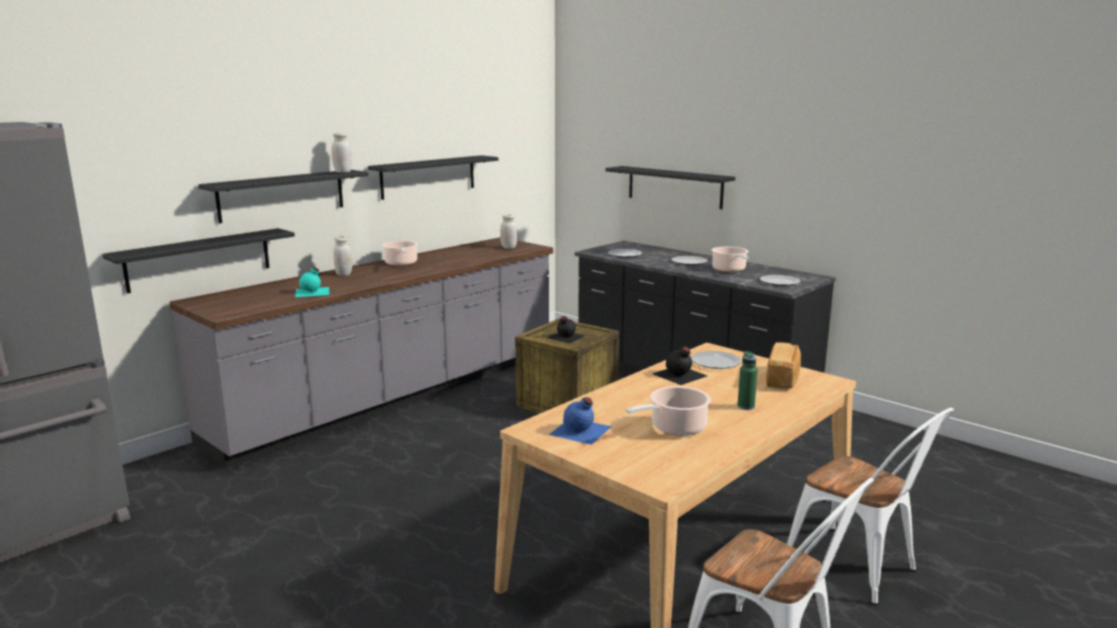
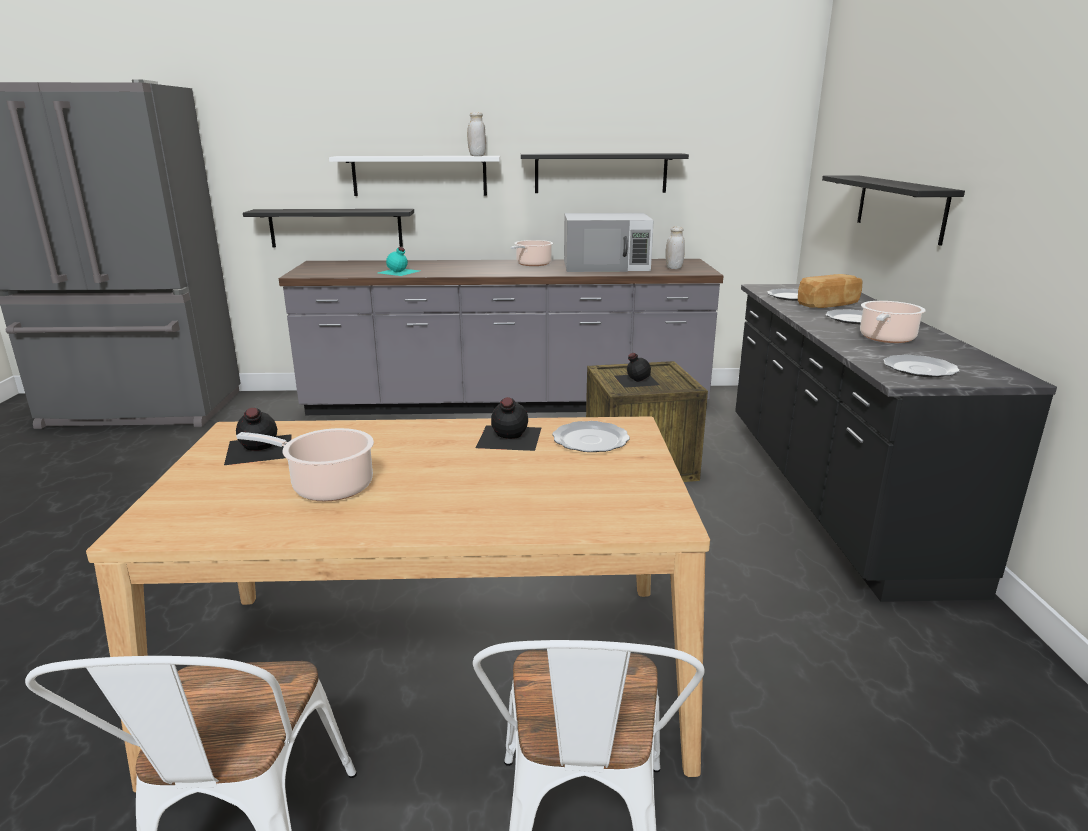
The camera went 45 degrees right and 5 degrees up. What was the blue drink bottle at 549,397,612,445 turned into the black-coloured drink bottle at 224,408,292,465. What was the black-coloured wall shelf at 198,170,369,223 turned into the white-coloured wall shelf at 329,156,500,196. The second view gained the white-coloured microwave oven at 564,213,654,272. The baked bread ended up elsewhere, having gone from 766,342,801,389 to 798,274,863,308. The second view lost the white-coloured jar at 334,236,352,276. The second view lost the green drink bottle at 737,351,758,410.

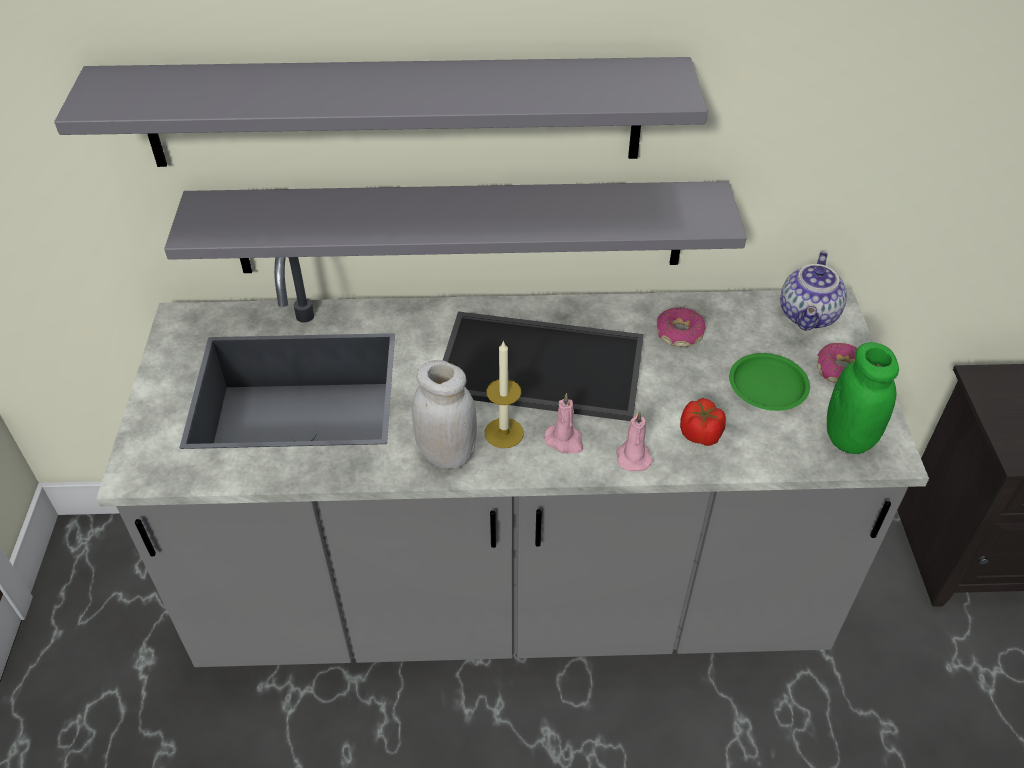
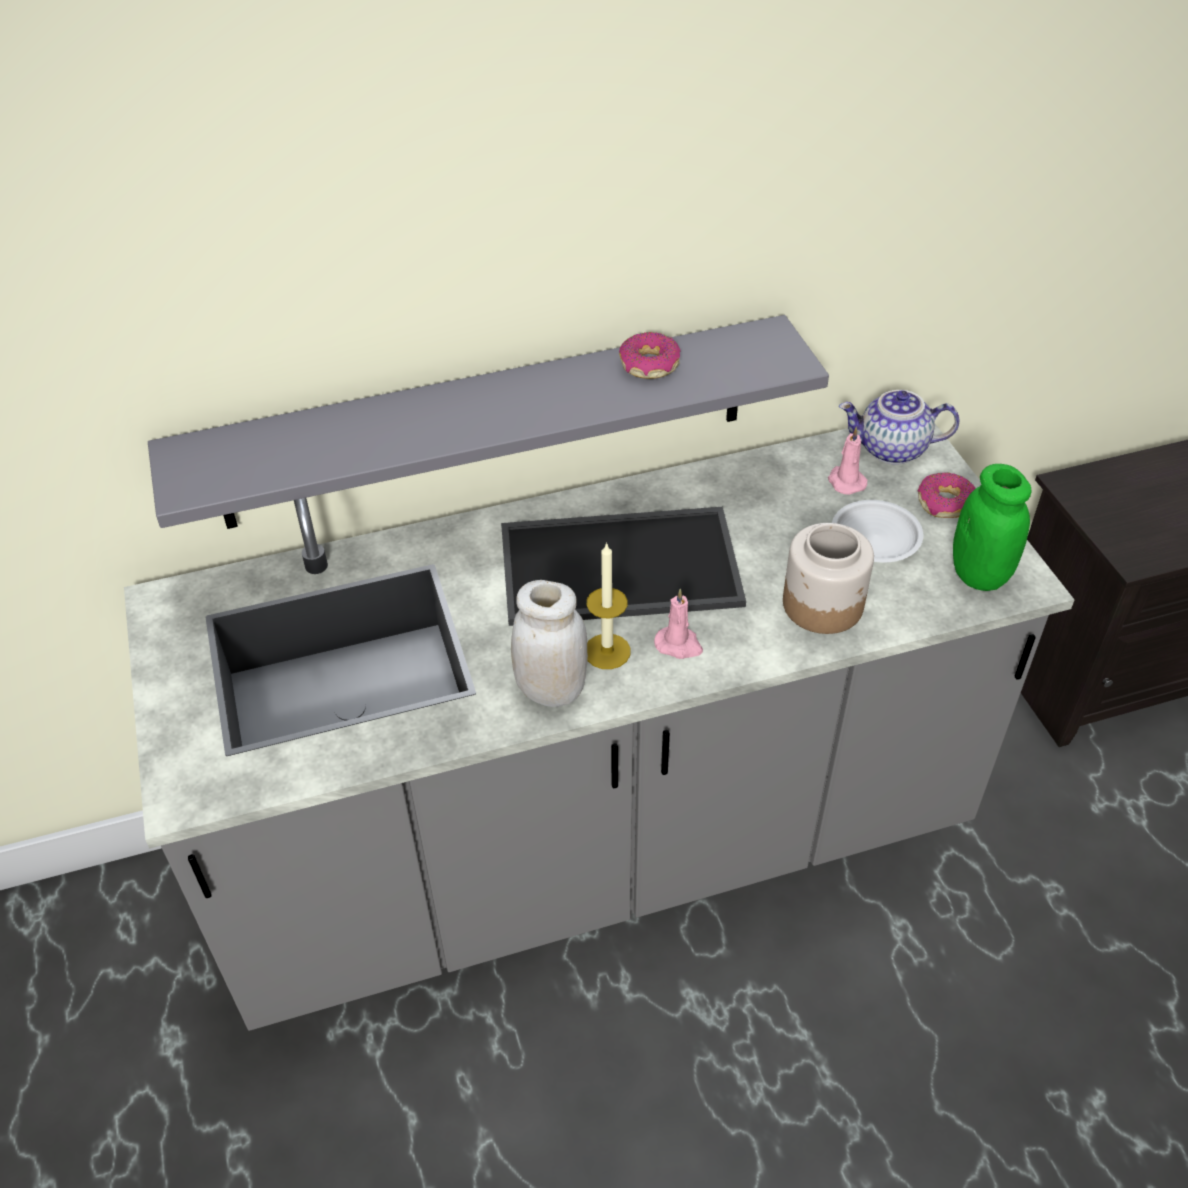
The camera went 15 degrees left and 0 degrees up. The ring doughnut ended up elsewhere, having gone from 657,307,706,347 to 619,332,681,379. Where the fresh tomato stood at 680,398,726,446, the jar came to stand at 783,523,874,634. The pink wax candle ended up elsewhere, having gone from 616,411,653,472 to 828,426,868,495. What was the green plate at 729,353,810,411 turned into the white-coloured plate at 832,500,923,562. The teapot at 780,252,847,330 ended up facing another way, 90 degrees clockwise from before. The second view lost the grey wall shelf at 54,57,708,167.

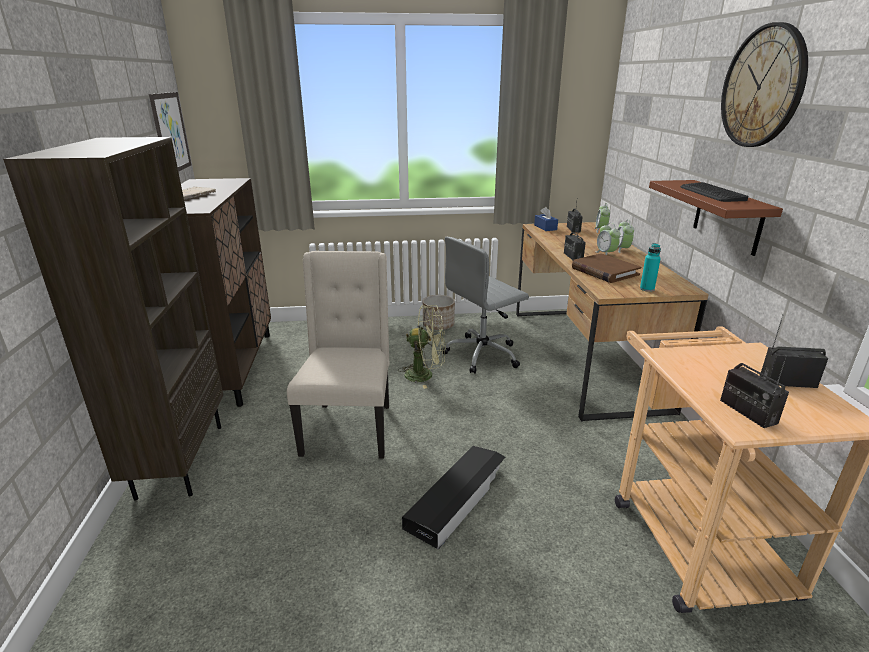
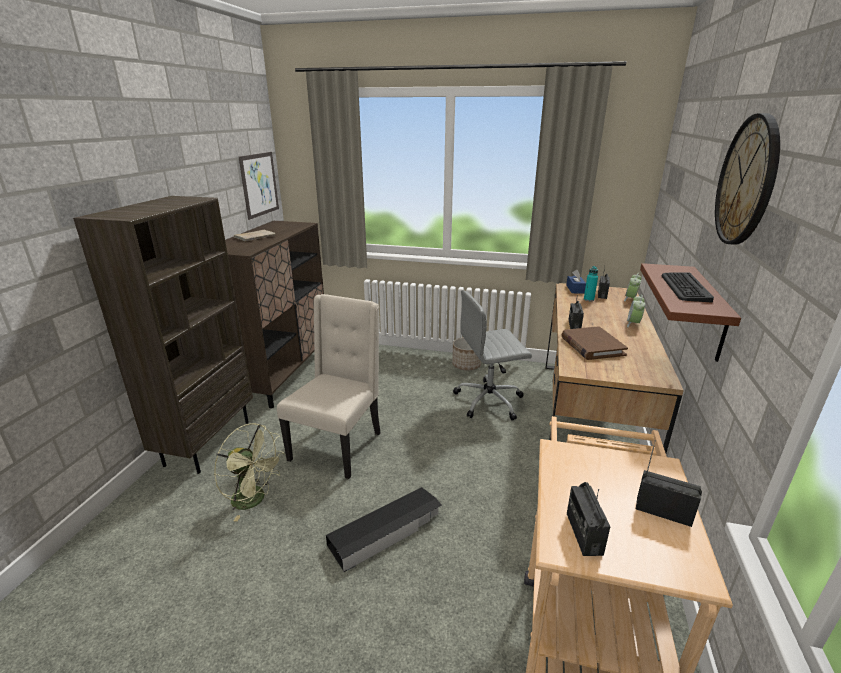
The camera went 20 degrees right and 0 degrees up. The green cooling fan ended up elsewhere, having gone from 398,305,446,389 to 214,423,285,522. The turquoise drink bottle ended up elsewhere, having gone from 640,243,661,292 to 584,266,598,301. The second view lost the table clock at 595,223,621,255.

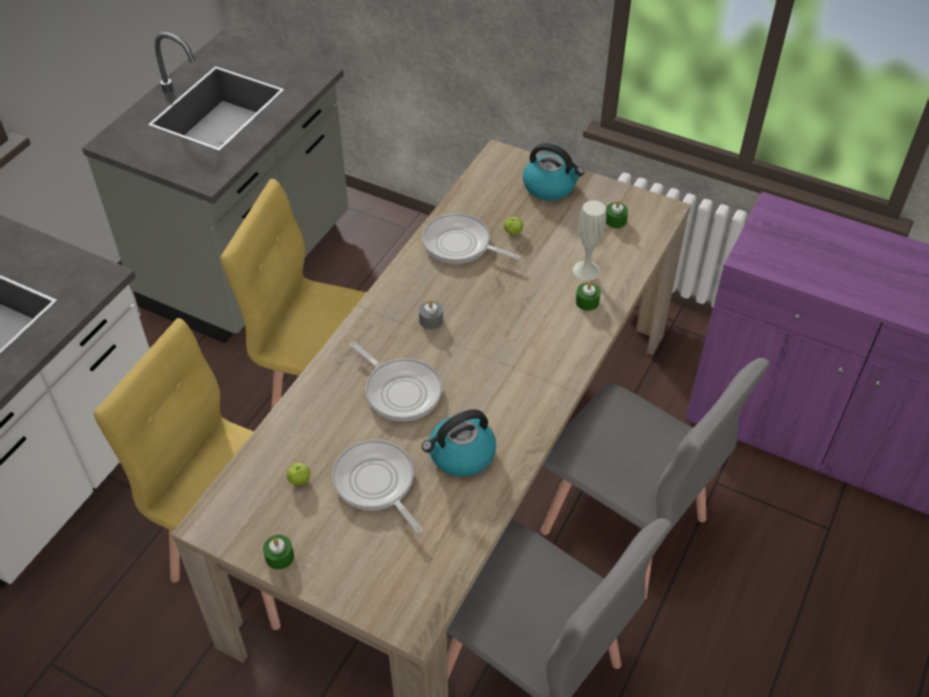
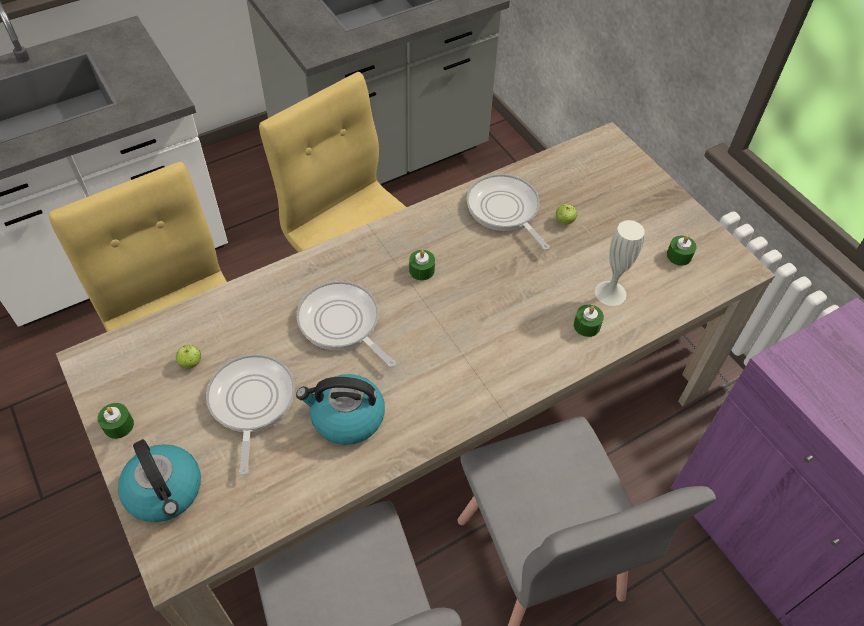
The camera went 30 degrees right and 5 degrees up. The kettle ended up elsewhere, having gone from 523,143,585,201 to 118,439,201,522. The skillet at 350,342,442,422 ended up facing another way, 150 degrees clockwise from before. What was the grey wax candle at 419,300,443,329 turned into the green wax candle at 409,250,435,281.

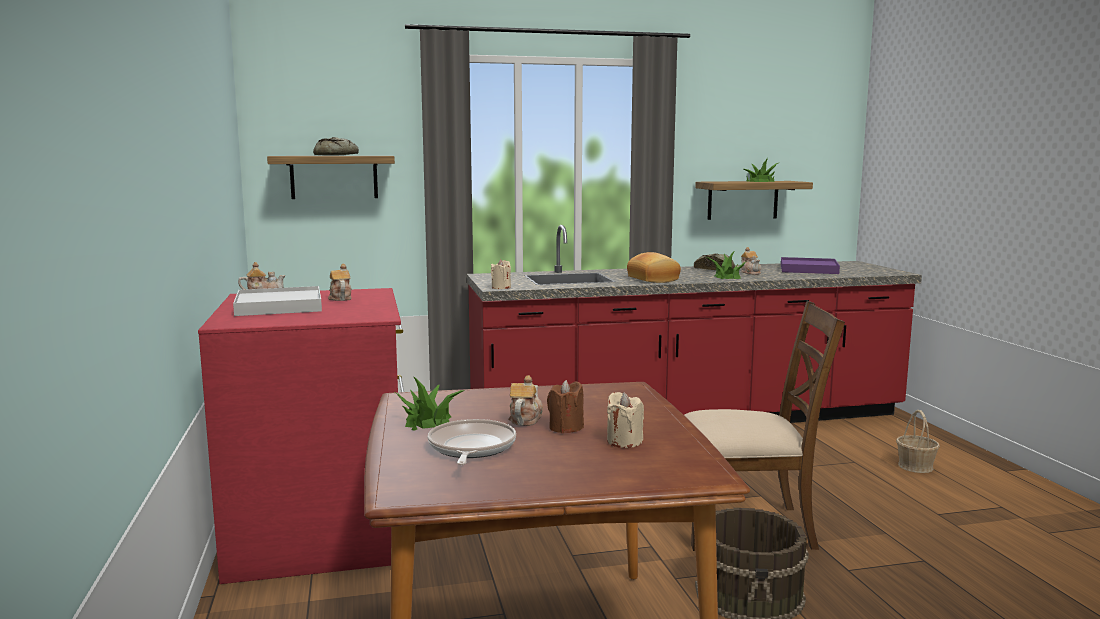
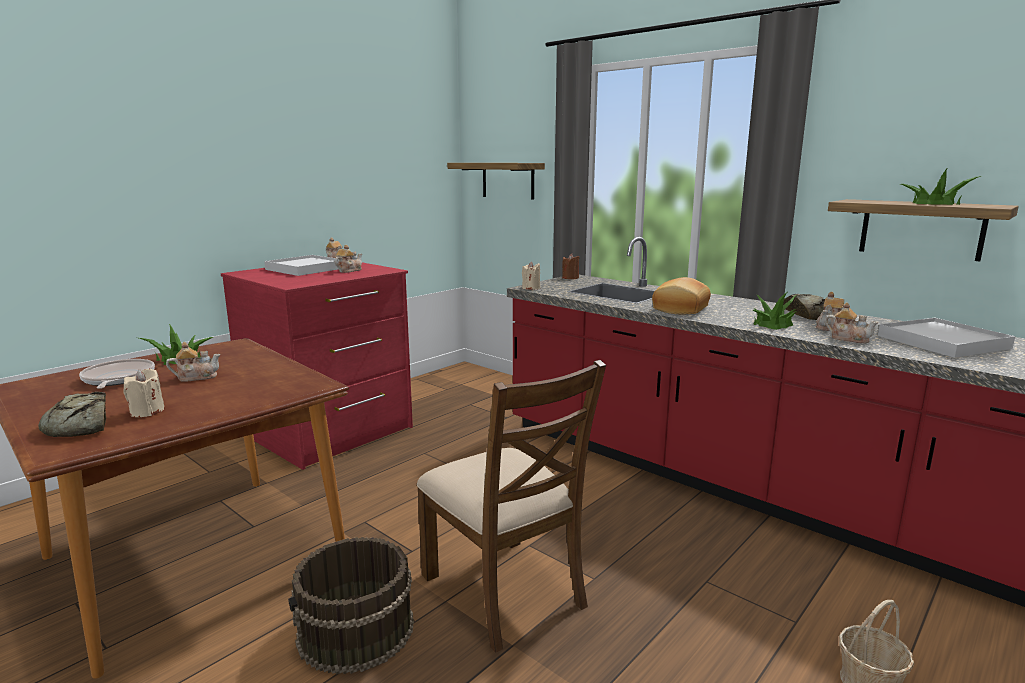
The camera went 55 degrees right and 5 degrees up. The baked bread ended up elsewhere, having gone from 313,137,359,156 to 39,392,106,437. The skillet at 428,419,516,465 ended up facing another way, 75 degrees counterclockwise from before. The brownish wax candle ended up elsewhere, having gone from 547,380,584,433 to 562,254,579,279. The second view gained the teapot at 825,302,878,344. What was the purplish carrying tray at 781,257,840,274 turned into the white-coloured carrying tray at 878,318,1015,358.

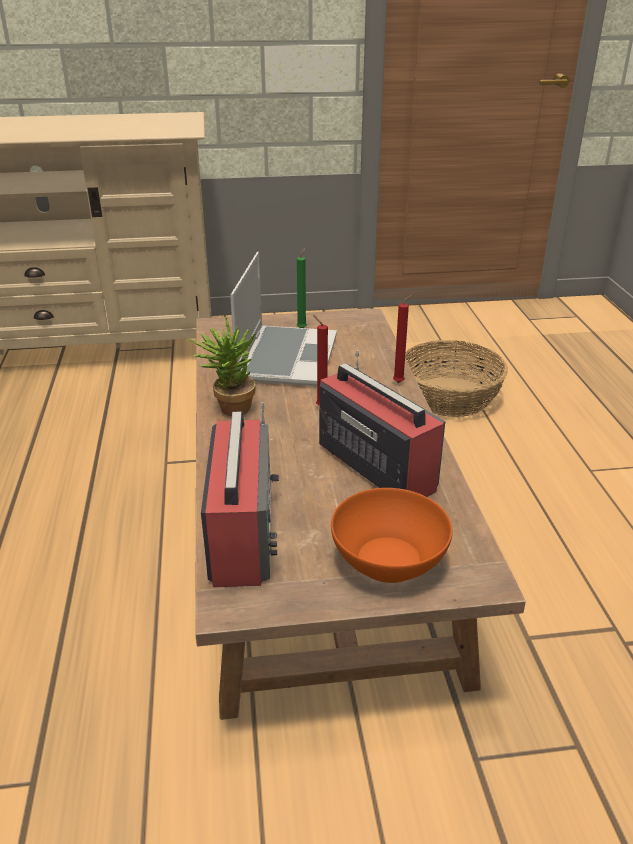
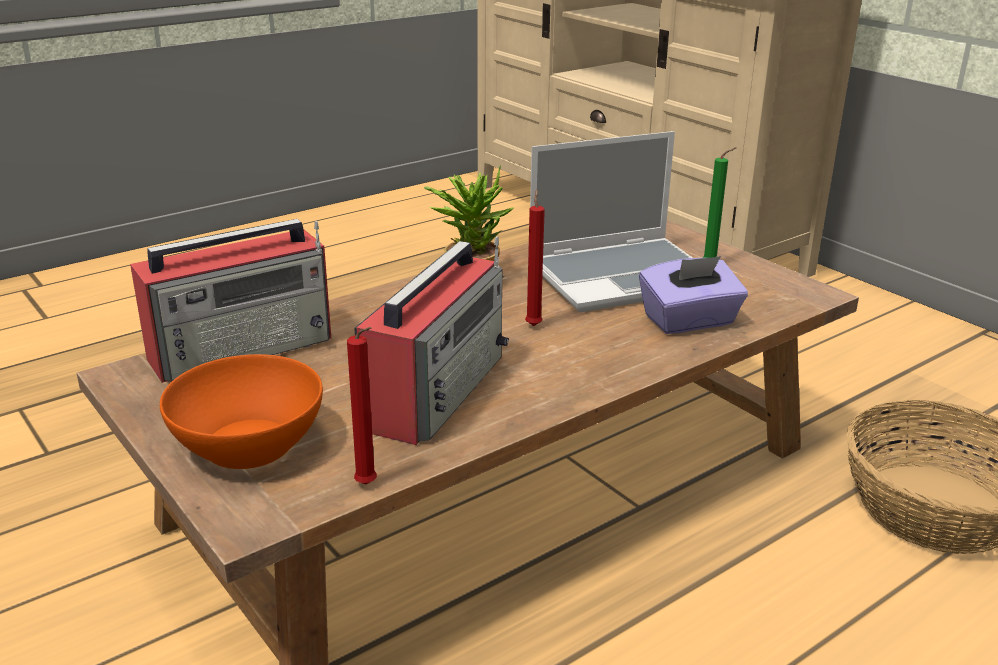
The camera went 60 degrees right and 5 degrees down. The reddish wax candle ended up elsewhere, having gone from 393,294,413,383 to 347,327,377,484. The second view gained the purplish box of tissues at 639,256,748,334.

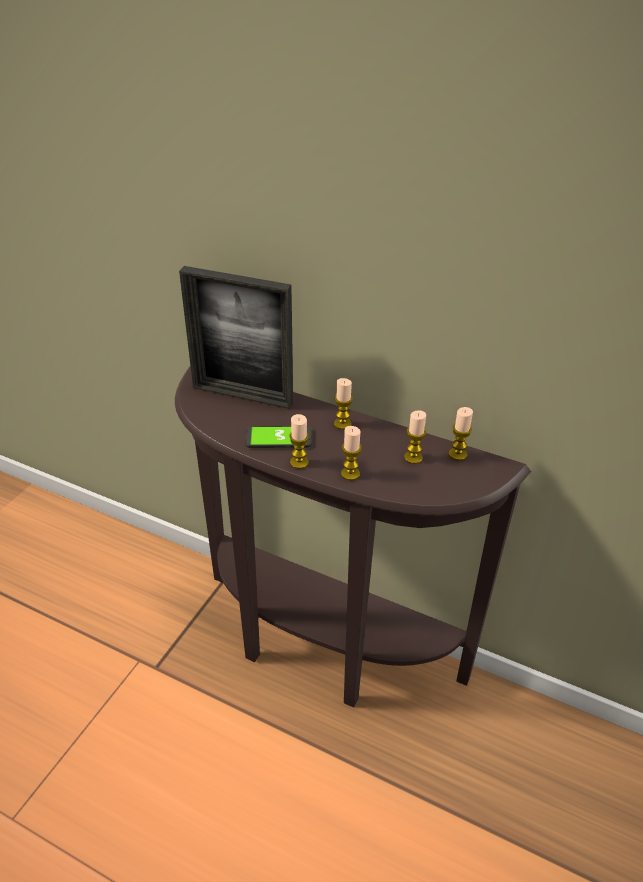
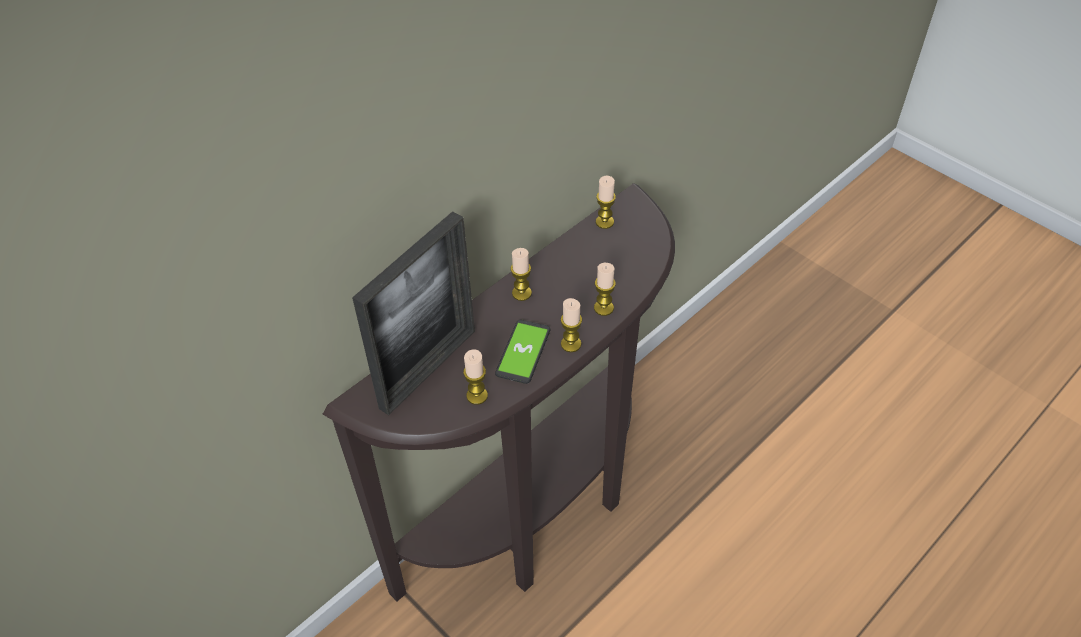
The camera went 70 degrees left and 10 degrees up. The wax candle ended up elsewhere, having gone from 404,410,426,464 to 463,349,488,405.

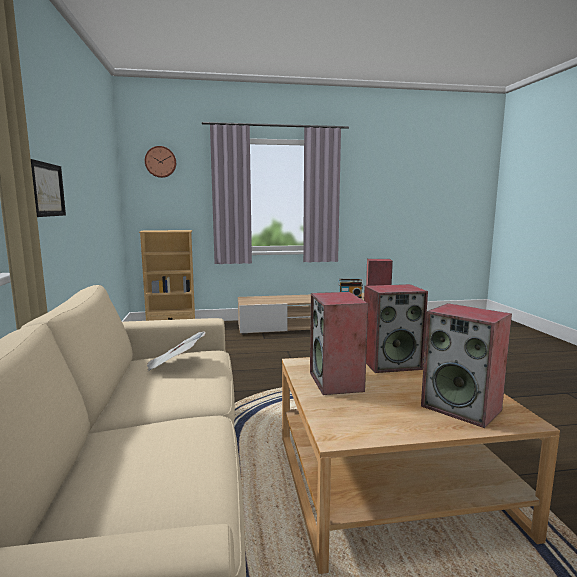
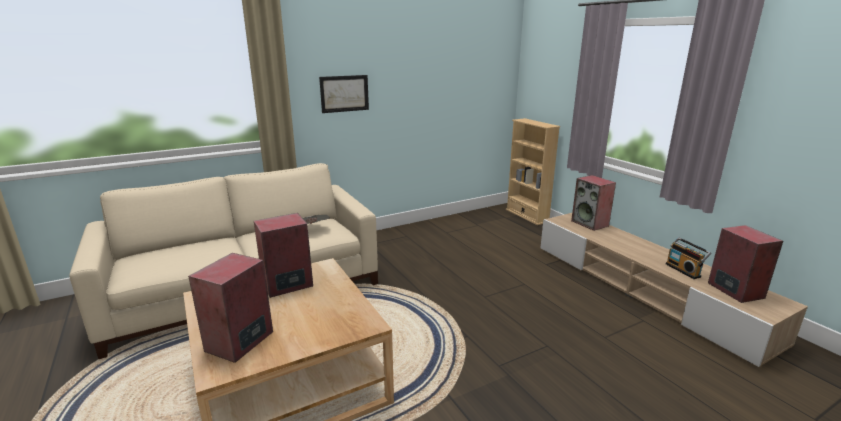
The camera went 70 degrees right and 10 degrees up. The audio speaker ended up elsewhere, having gone from 364,284,428,373 to 571,175,616,231. The second view lost the clock on the wall at 145,146,176,178.

